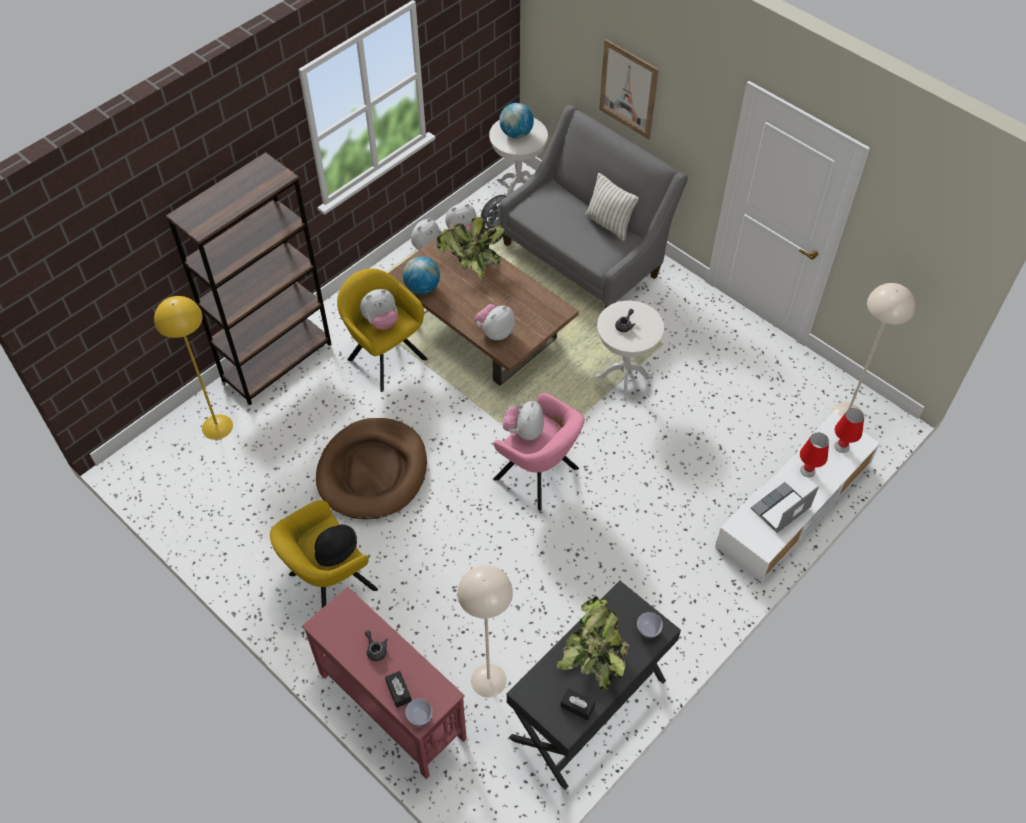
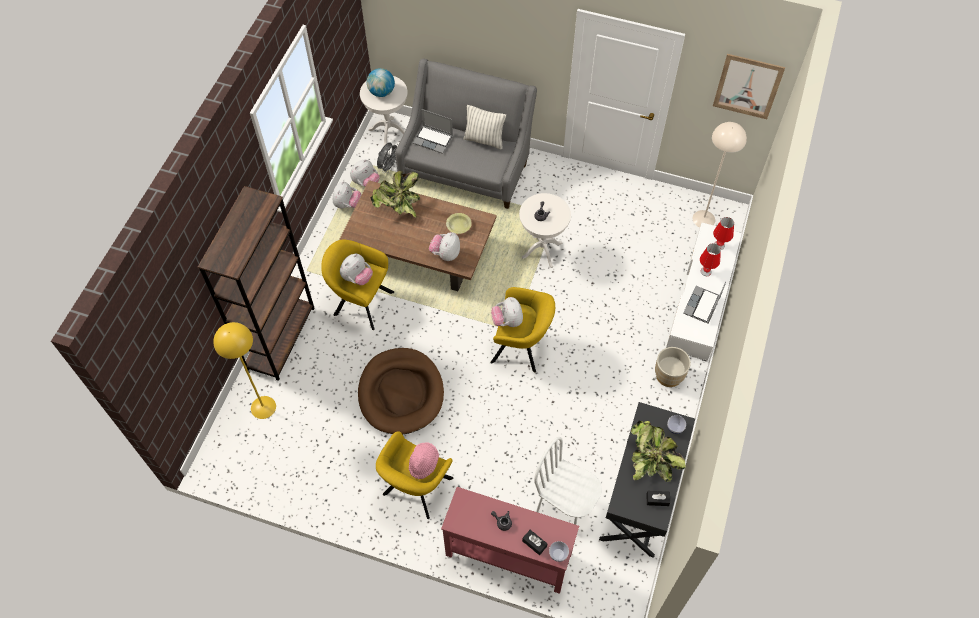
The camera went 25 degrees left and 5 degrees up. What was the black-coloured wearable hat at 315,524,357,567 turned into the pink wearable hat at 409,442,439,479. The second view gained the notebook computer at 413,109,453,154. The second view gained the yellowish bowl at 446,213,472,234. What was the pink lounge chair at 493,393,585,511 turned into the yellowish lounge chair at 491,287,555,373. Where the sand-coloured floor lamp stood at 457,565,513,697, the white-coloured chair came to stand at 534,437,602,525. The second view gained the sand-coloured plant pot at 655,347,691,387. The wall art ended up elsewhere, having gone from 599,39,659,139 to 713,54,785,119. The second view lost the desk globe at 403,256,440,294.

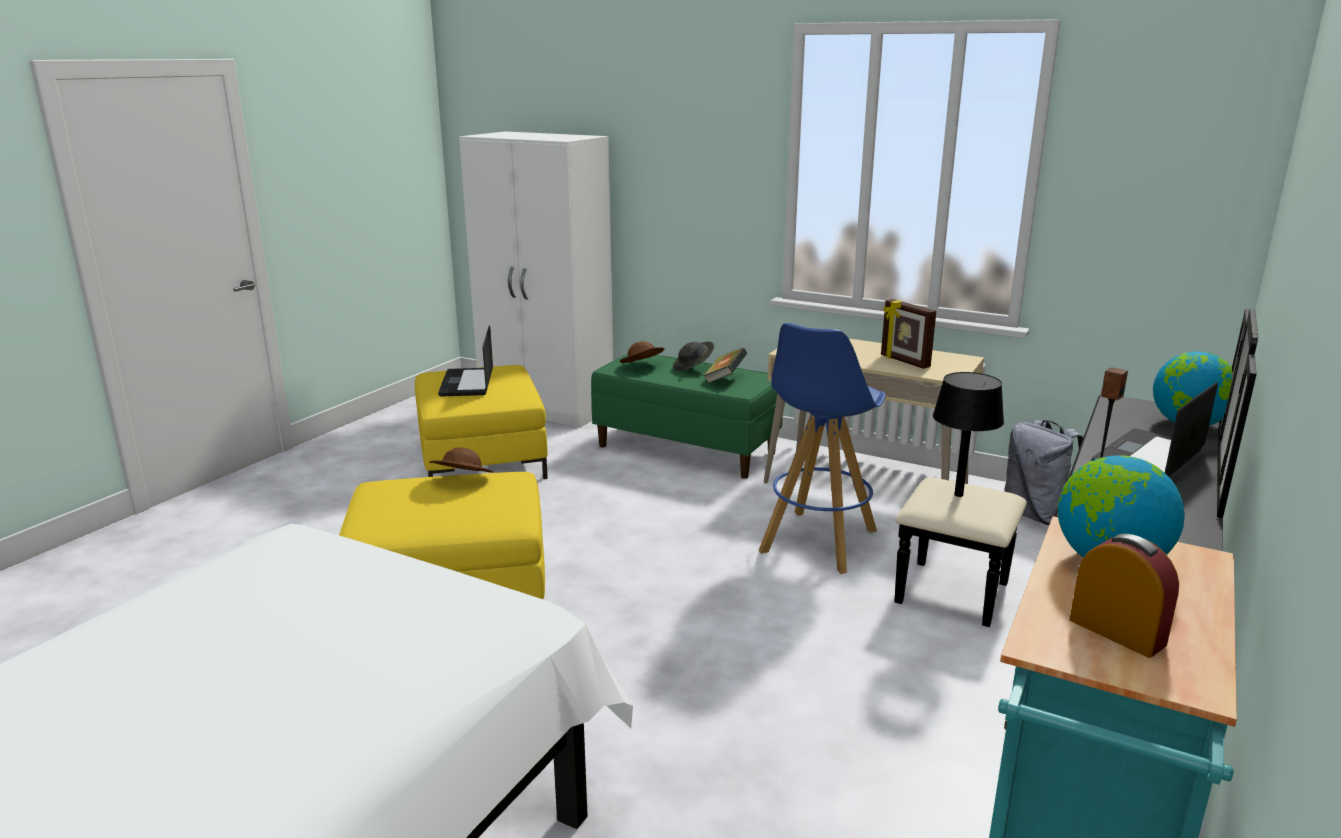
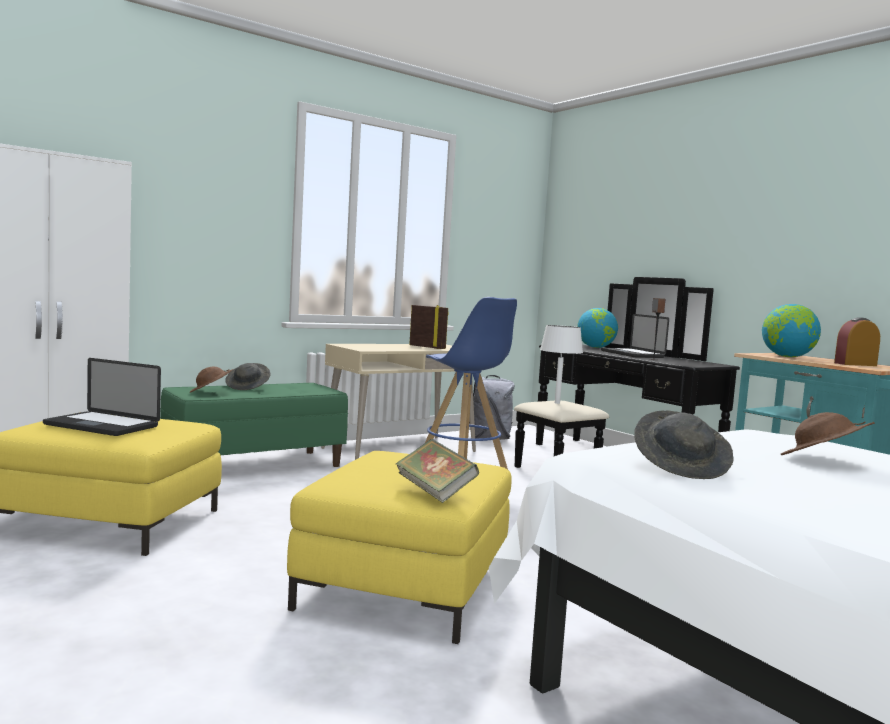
The camera went 65 degrees left and 15 degrees down. The bound book ended up elsewhere, having gone from 703,348,747,383 to 396,439,479,503. The photo frame at 881,299,936,369 ended up facing another way, 135 degrees counterclockwise from before. What was the black-coloured table lamp at 933,372,1004,497 turned into the white-coloured table lamp at 540,325,583,404. The second view gained the grey wearable hat at 634,410,734,479. The brownish wearable hat ended up elsewhere, having gone from 429,447,493,473 to 781,412,875,455.

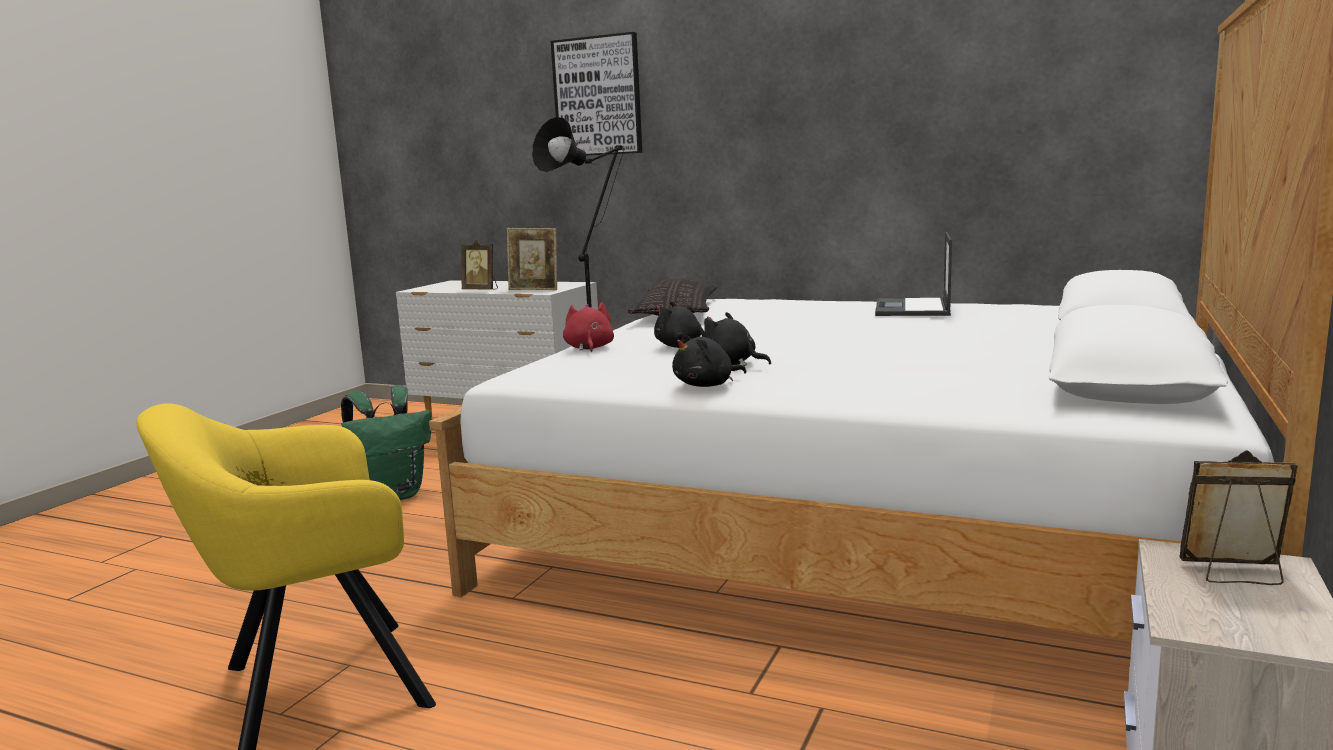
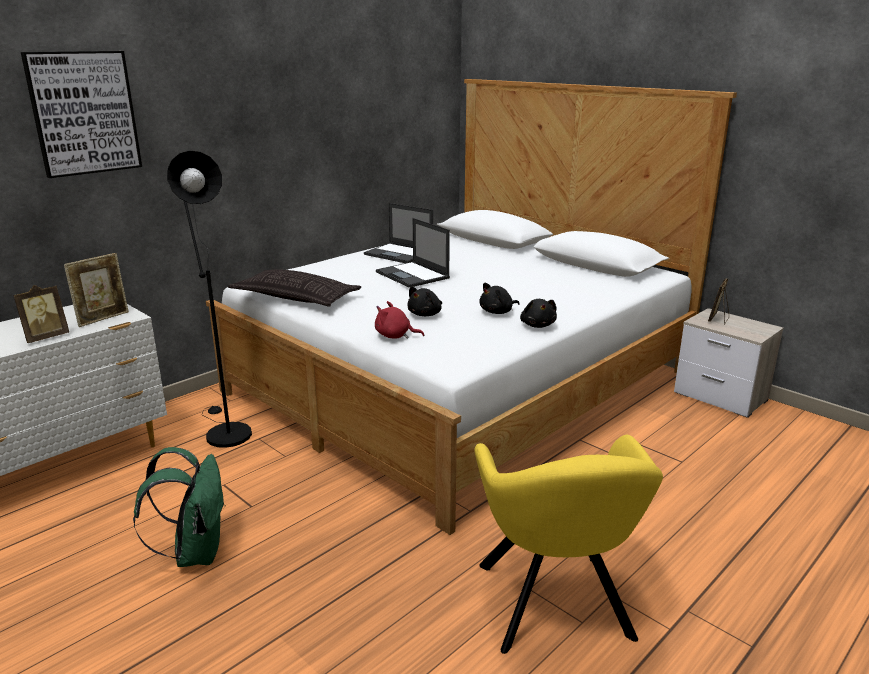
The camera went 70 degrees left and 10 degrees up. The second view gained the notebook computer at 376,218,450,288.

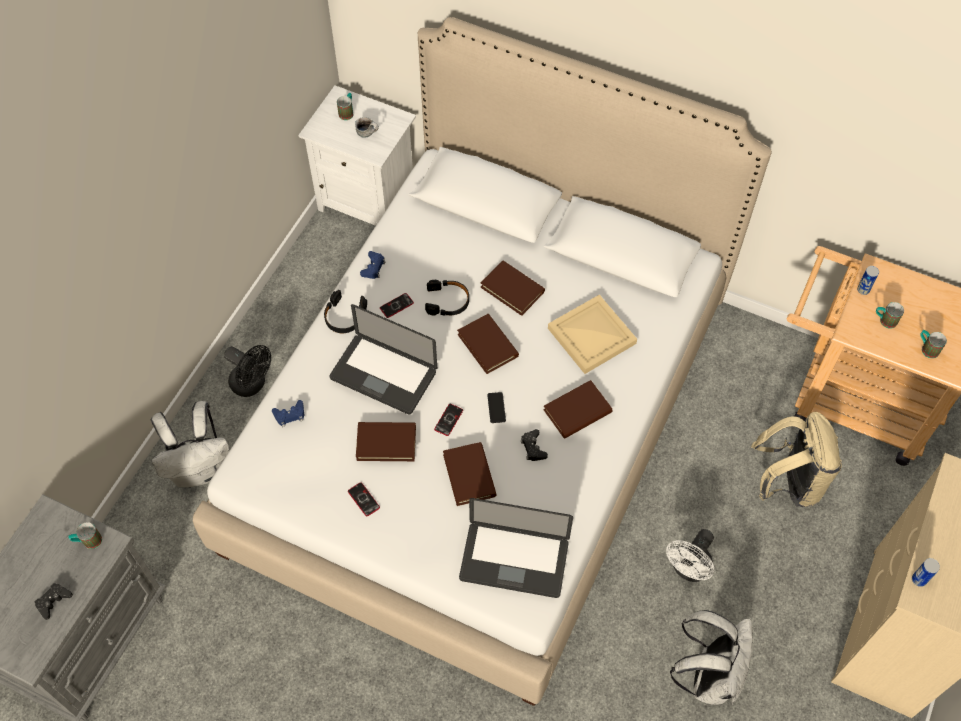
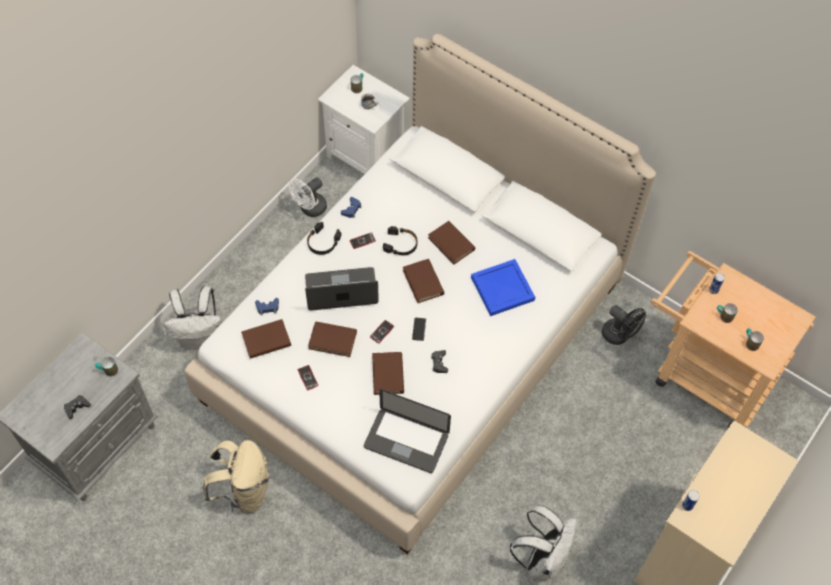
The camera went 10 degrees right and 0 degrees up. The sand-coloured backpack ended up elsewhere, having gone from 751,412,842,507 to 203,440,269,514. The brownish bound book ended up elsewhere, having gone from 543,380,612,439 to 241,319,291,359. The white-coloured cooling fan ended up elsewhere, having gone from 666,529,714,582 to 289,177,327,217. The notebook computer at 329,304,437,414 ended up facing another way, 135 degrees clockwise from before. What was the sand-coloured carrying tray at 548,295,637,374 turned into the blue carrying tray at 471,259,535,316. The black-coloured cooling fan ended up elsewhere, having gone from 224,345,271,397 to 602,305,646,345.

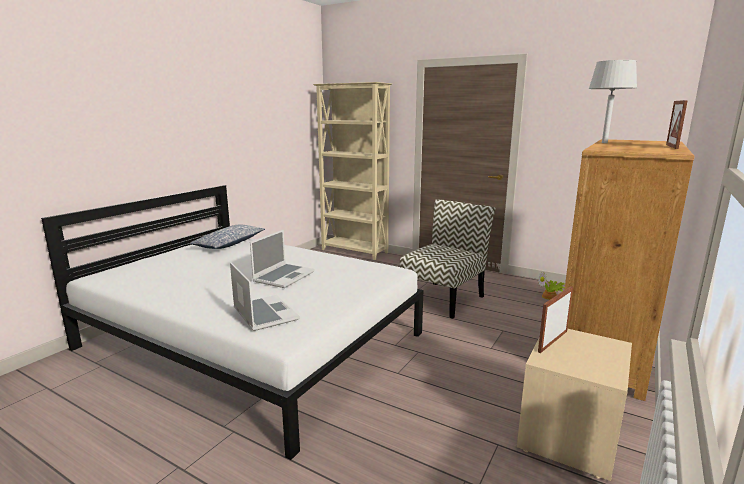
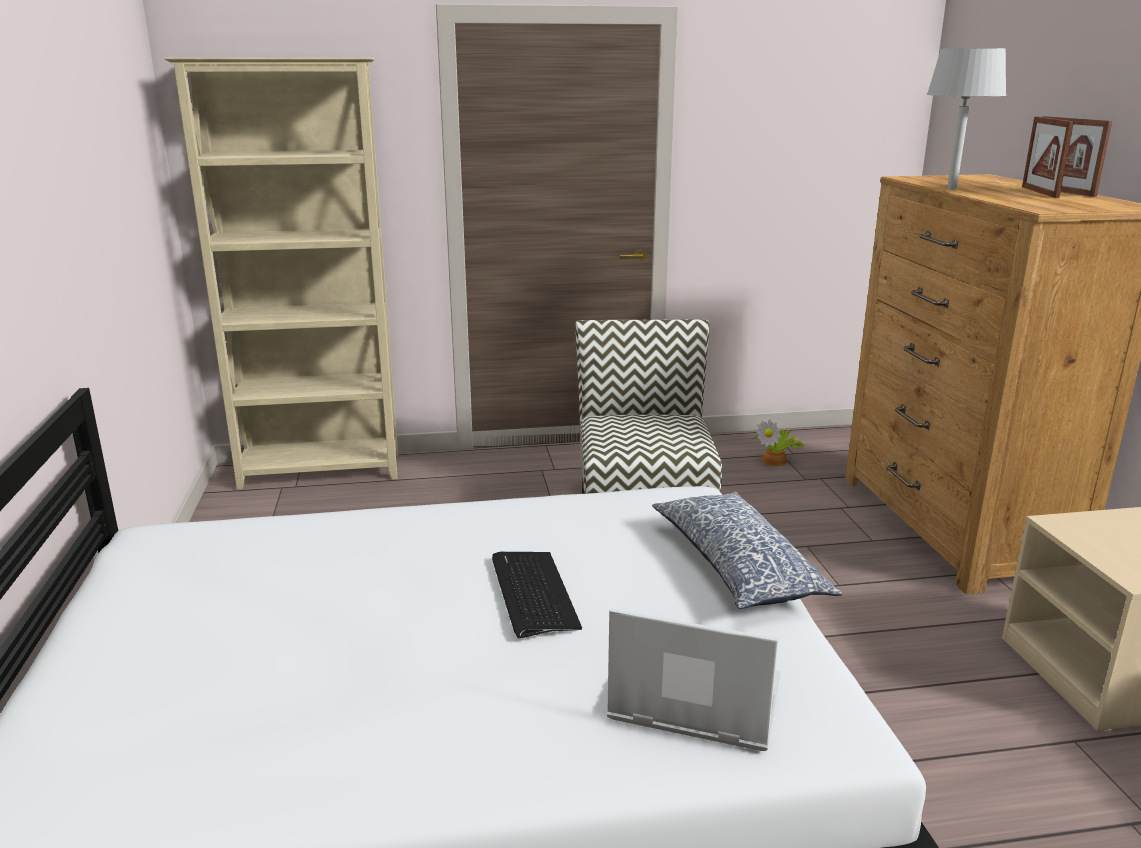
The camera went 40 degrees left and 5 degrees up. Where the notebook computer stood at 250,230,315,288, the PC keyboard came to stand at 492,552,582,638. The throw pillow ended up elsewhere, having gone from 190,225,265,249 to 652,492,842,609. The photo frame ended up elsewhere, having gone from 538,286,573,353 to 1022,117,1074,198.

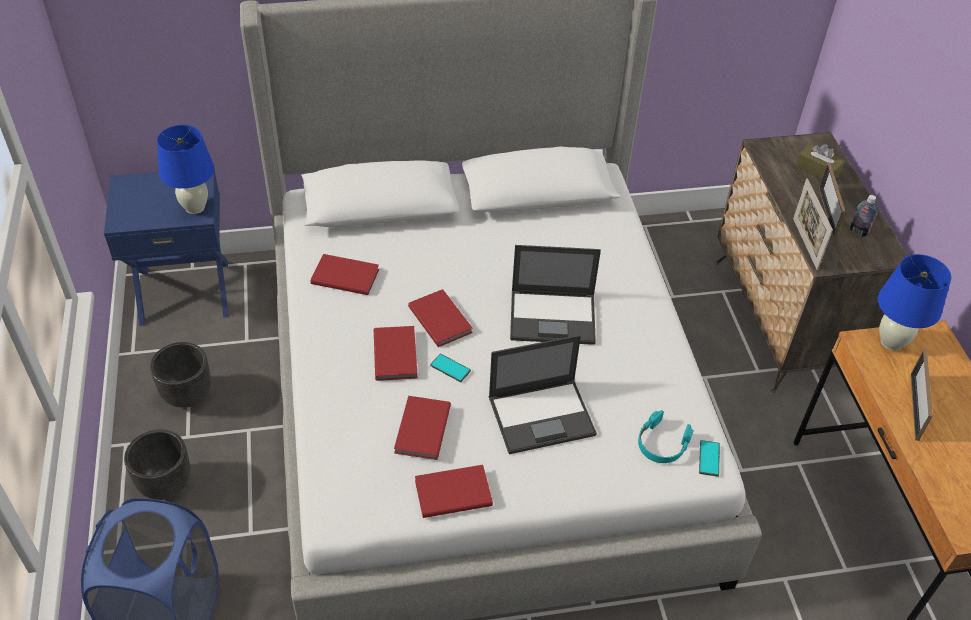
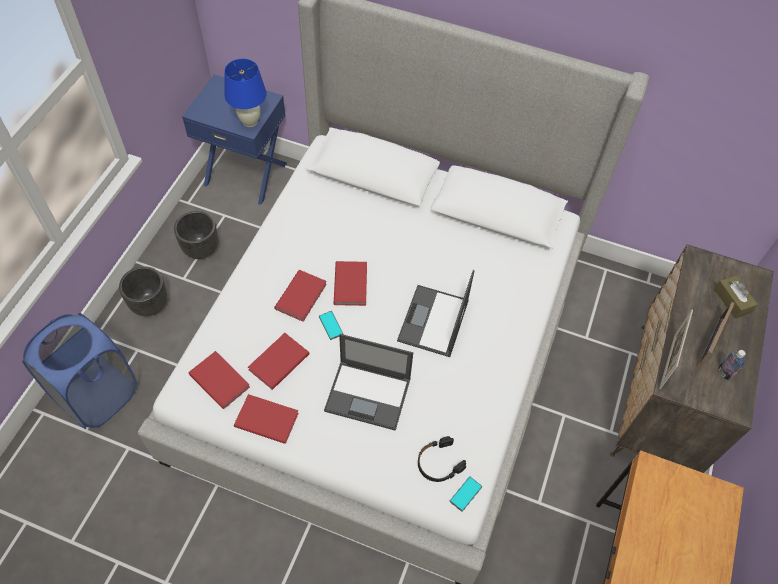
The camera went 30 degrees right and 10 degrees up. The reddish bound book ended up elsewhere, having gone from 311,254,379,295 to 189,351,250,409. The notebook computer at 510,245,601,345 ended up facing another way, 75 degrees clockwise from before. What was the turquoise headset at 638,410,694,463 turned into the black-coloured headset at 418,436,466,482. The second view lost the blue table lamp at 878,254,951,351. The second view lost the photo frame at 910,350,933,441.

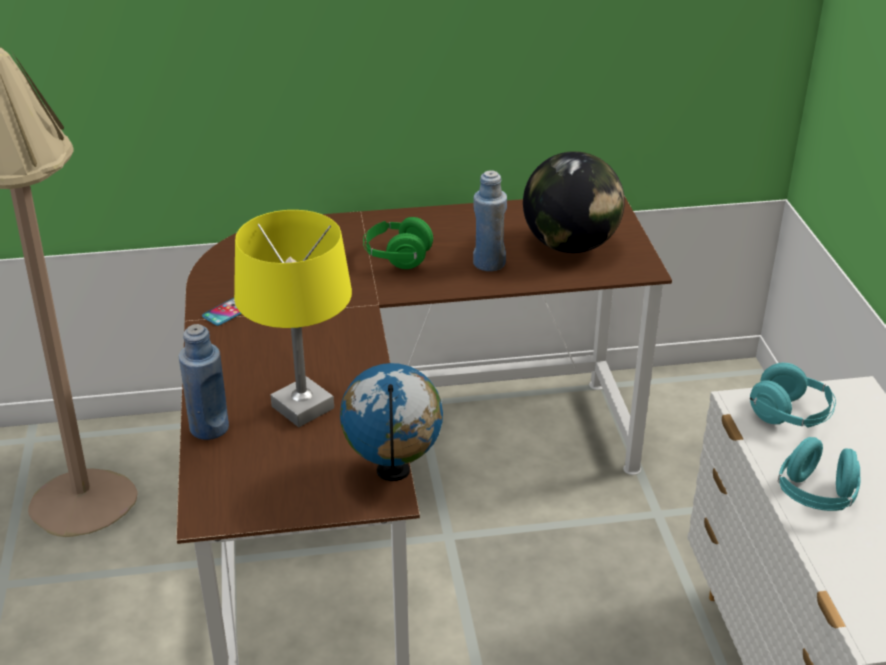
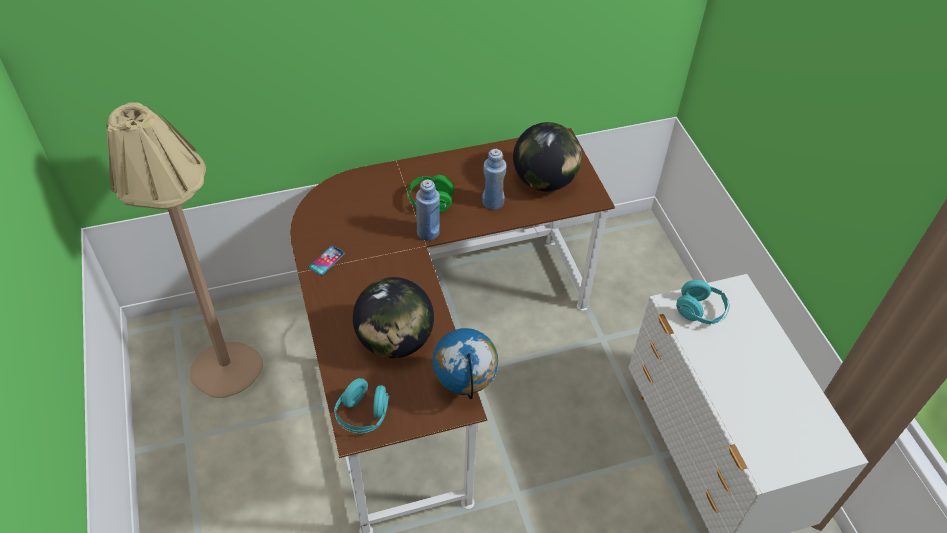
The camera went 10 degrees left and 15 degrees up. The turquoise headset ended up elsewhere, having gone from 778,437,861,511 to 334,378,389,433. Where the yellowish table lamp stood at 234,210,352,427, the desk globe came to stand at 353,277,434,358. The blue drink bottle ended up elsewhere, having gone from 179,324,229,440 to 416,179,440,241.

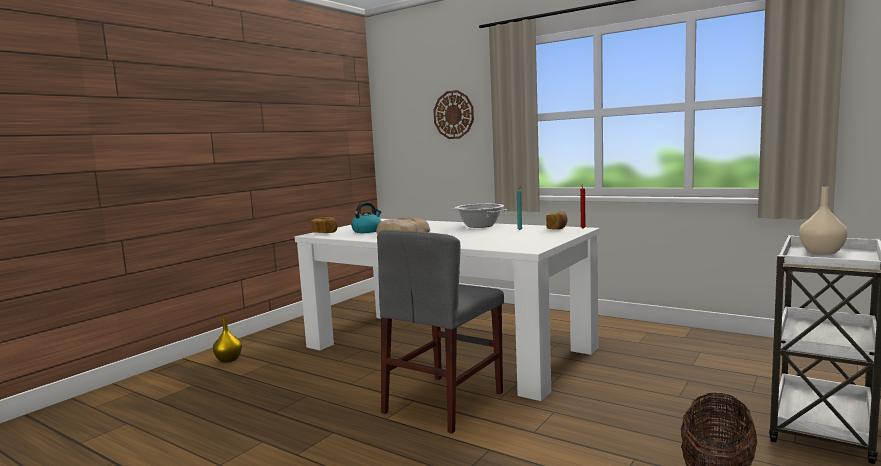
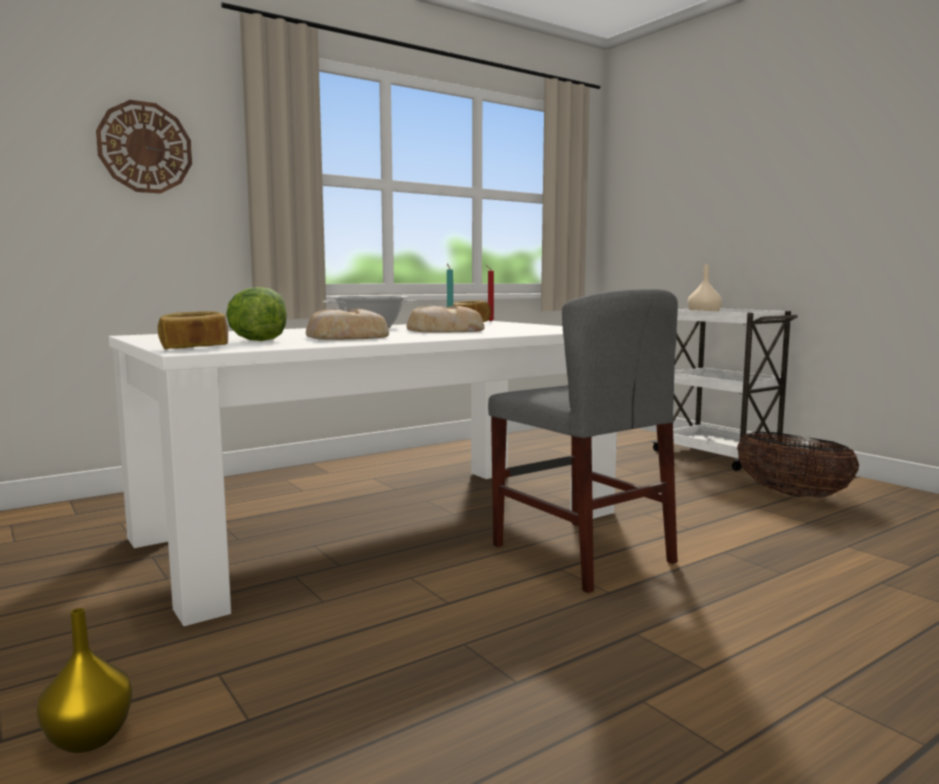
The camera went 70 degrees left and 0 degrees up. Where the kettle stood at 351,202,381,233, the lettuce head came to stand at 226,287,287,341. The second view gained the baked bread at 407,306,484,333.

